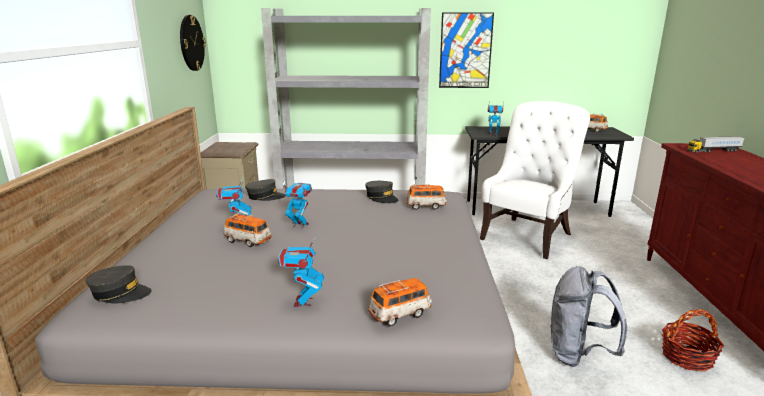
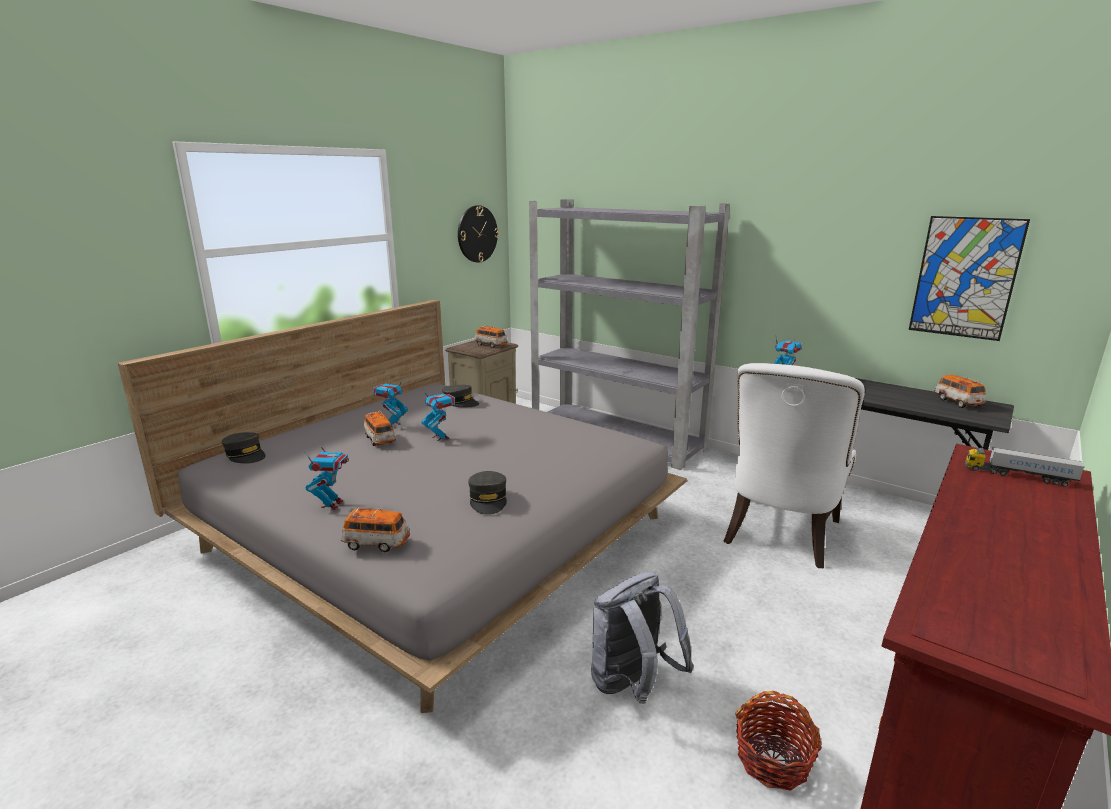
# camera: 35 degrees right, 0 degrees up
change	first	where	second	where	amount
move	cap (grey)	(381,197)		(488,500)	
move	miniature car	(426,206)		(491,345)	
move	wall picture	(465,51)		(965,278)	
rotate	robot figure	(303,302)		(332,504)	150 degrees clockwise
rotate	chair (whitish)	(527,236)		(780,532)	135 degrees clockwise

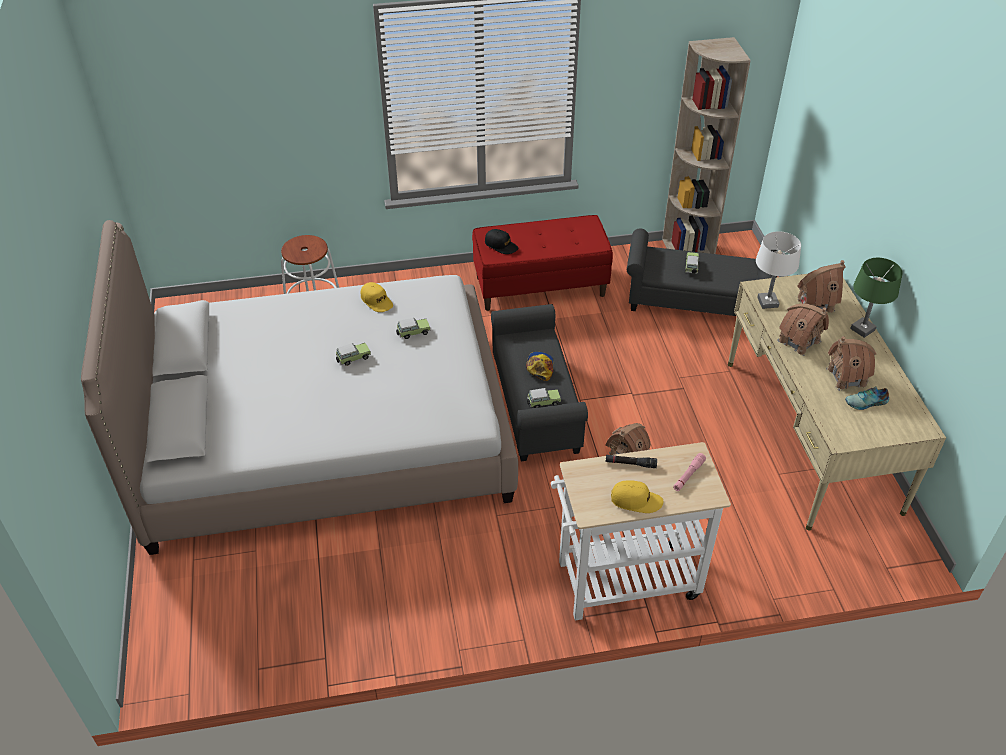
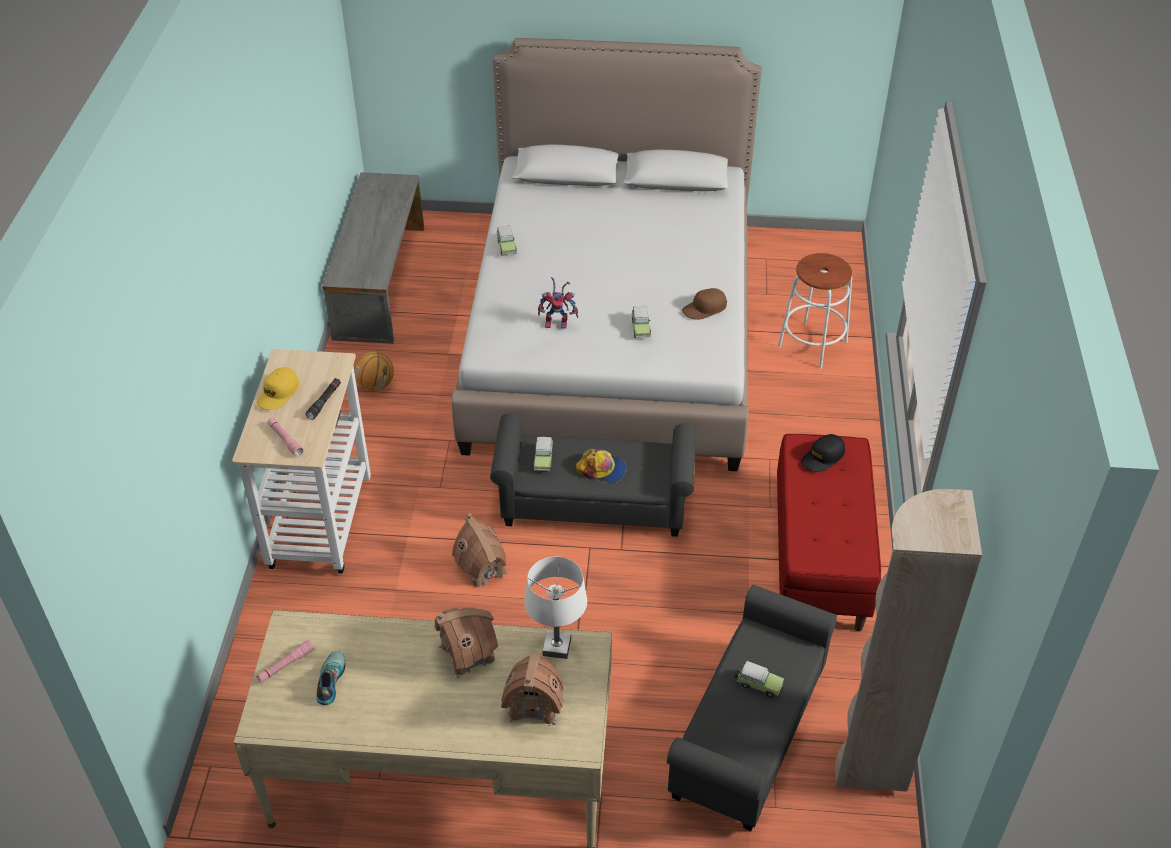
# camera: 105 degrees right, 0 degrees up
change	first	where	second	where	amount
delete	model house	(846,377)			
delete	tabletop lamp (greenish)	(862,329)			
insert			hand torch (pink-coloured)	(286,665)	
insert			indoor bench (grey)	(378,280)	
insert			ball for basketball	(376,385)	
insert			robot figure	(558,322)	
move	miniature car	(352,358)		(506,246)	
recolor	cap (yellow)	(377,301)	cap (brownish)	(704,309)	

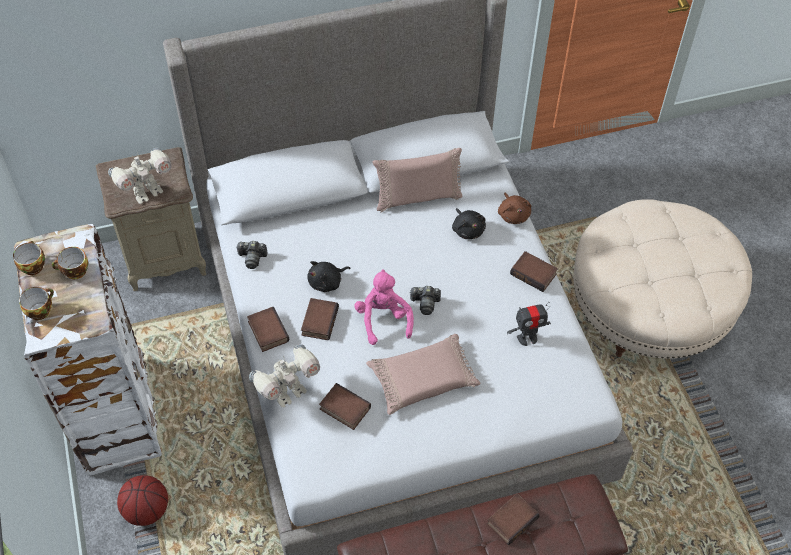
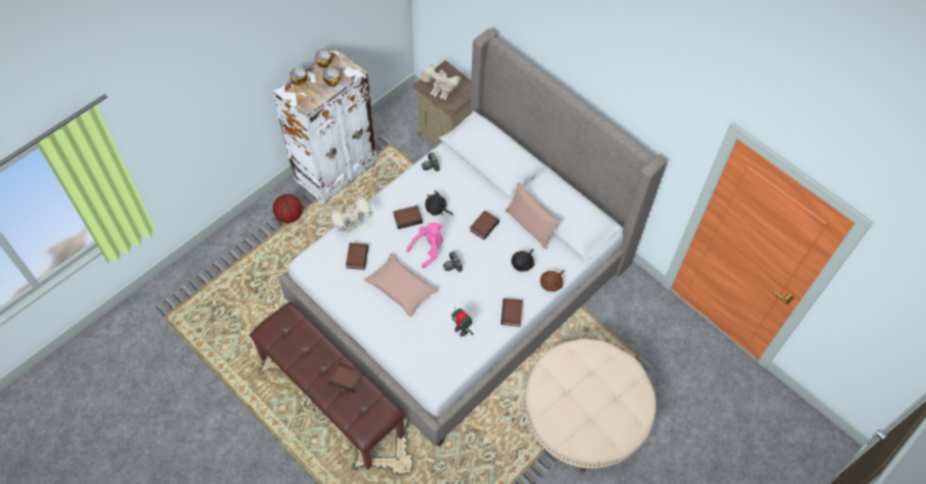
# camera: 60 degrees right, 5 degrees up
change	first	where	second	where	amount
move	volume	(267,331)		(483,226)	
rotate	robot figure	(288,392)		(353,226)	120 degrees clockwise

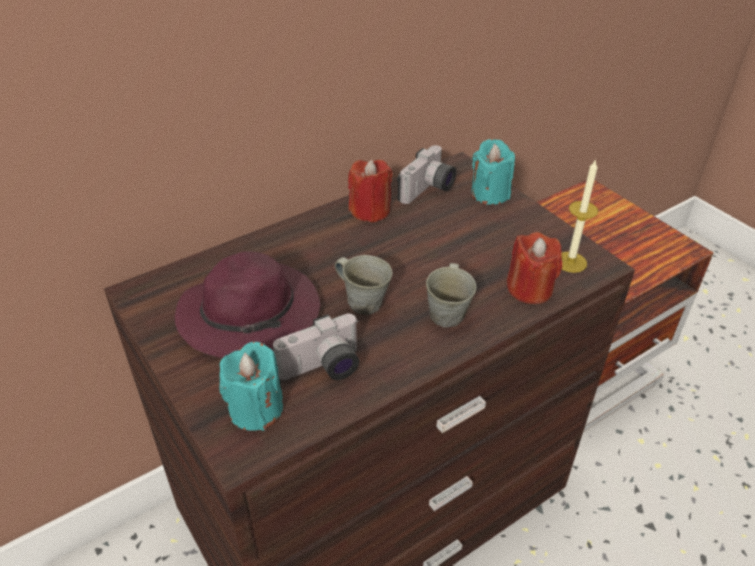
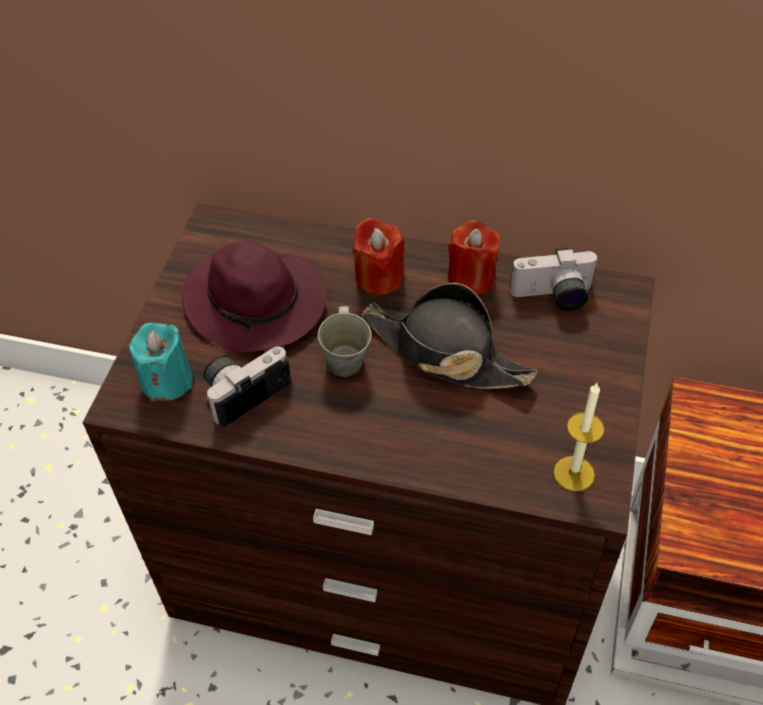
# camera: 50 degrees right, 10 degrees up
change	first	where	second	where	amount
delete	mug (grey)	(448,314)			
delete	wax candle (turquoise)	(490,194)			
insert			hat (blackish)	(444,352)	
move	wax candle (reddish)	(529,289)		(379,277)	
rotate	still camera	(323,369)		(244,390)	120 degrees clockwise

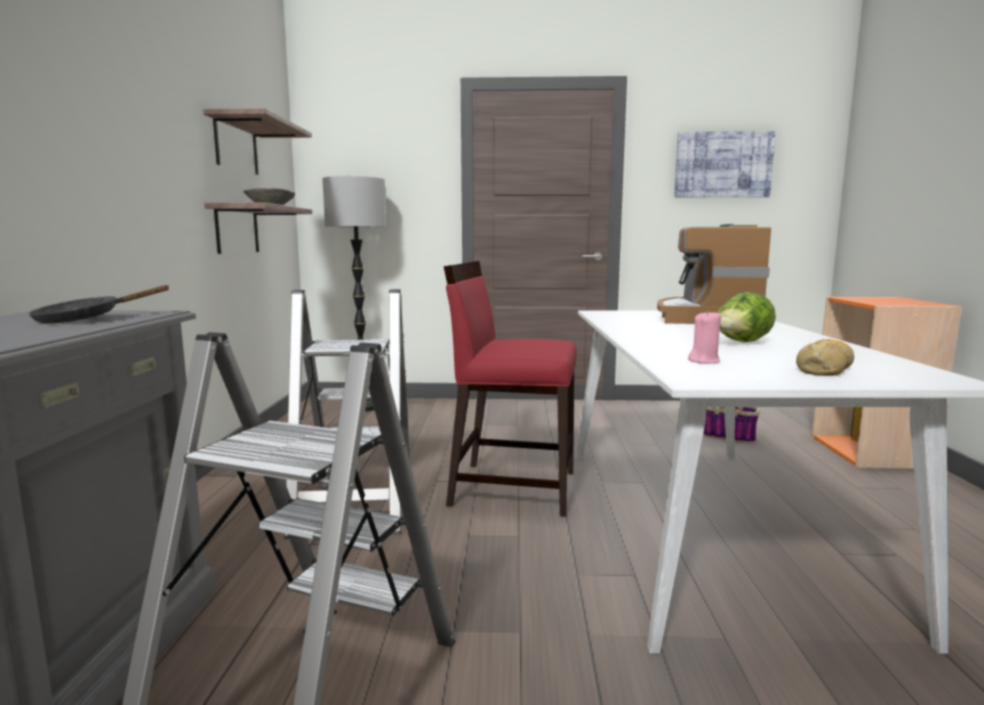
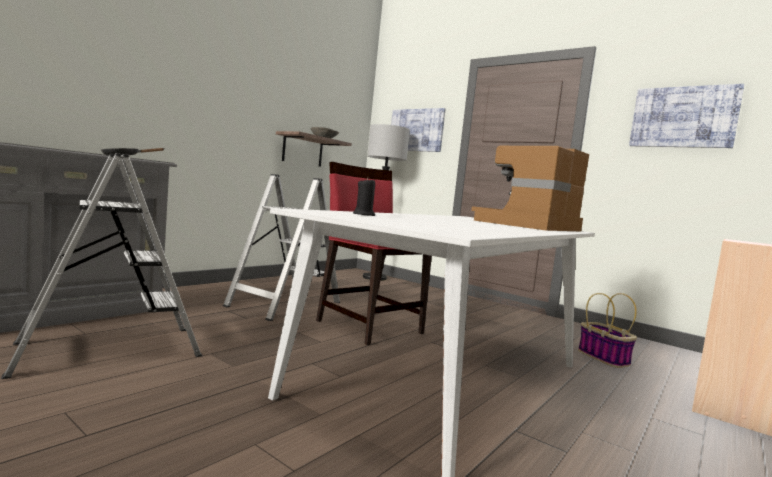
# camera: 35 degrees right, 5 degrees down
change	first	where	second	where	amount
delete	wall shelf	(236,146)			
delete	lettuce head	(741,343)			
delete	bakery bread	(824,369)			
insert			wall picture	(416,130)	
recolor	wax candle (pink-coloured)	(704,361)	wax candle (blackish)	(364,215)	

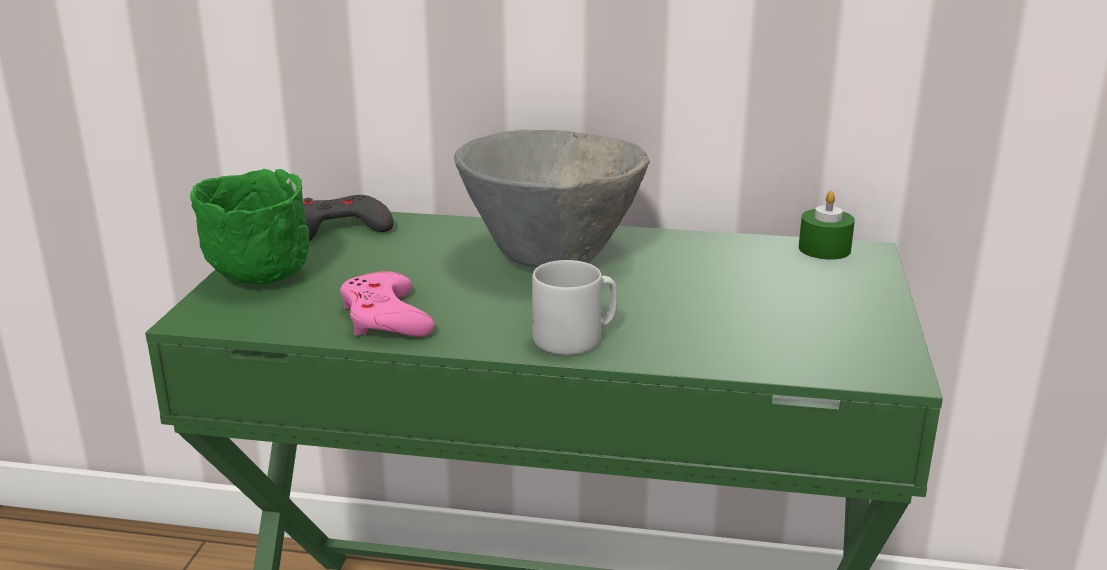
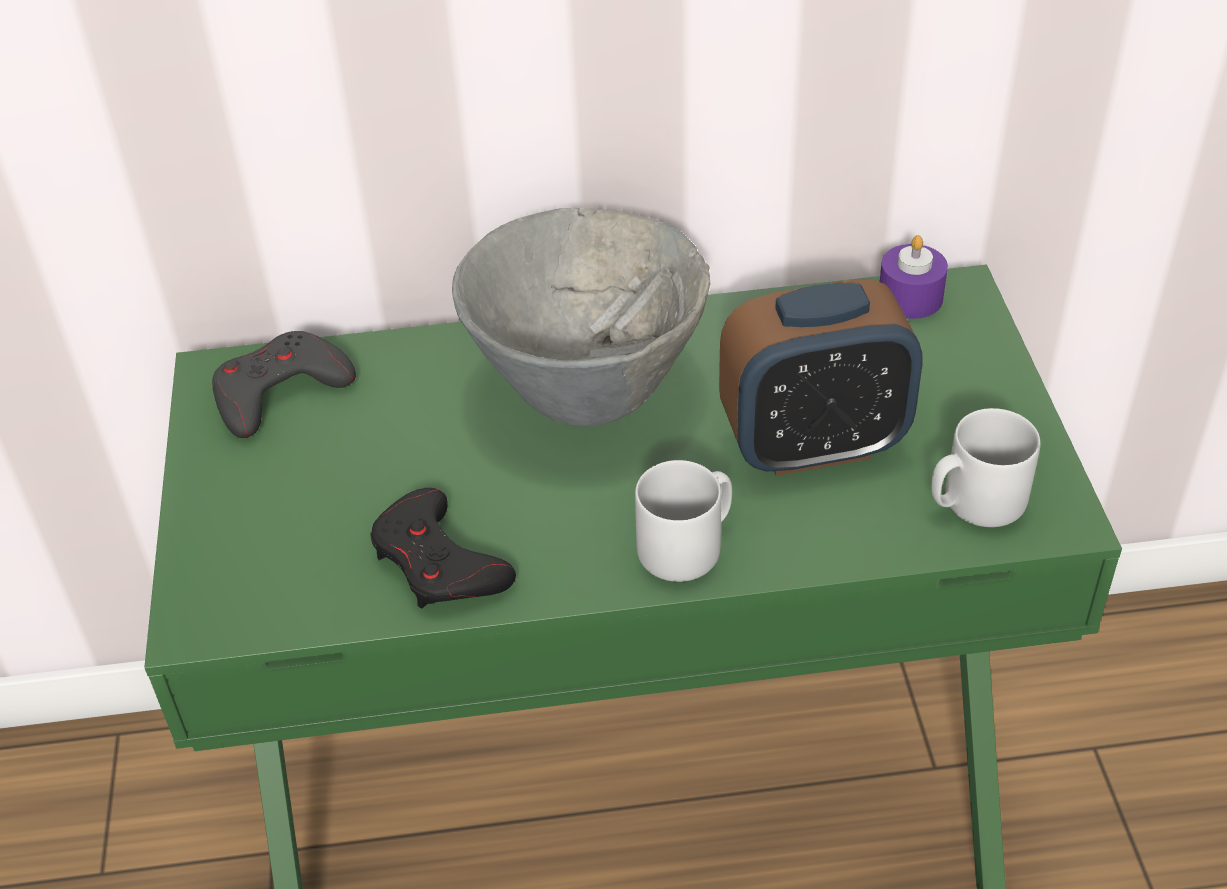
# camera: 15 degrees left, 20 degrees up
change	first	where	second	where	amount
delete	bowl (greenish)	(261,276)			
insert			alarm clock	(813,445)	
insert			mug (grey)	(975,502)	
recolor	joypad (pink-coloured)	(385,317)	joypad (blackish)	(439,562)	
recolor	wax candle (greenish)	(824,249)	wax candle (purple-coloured)	(910,297)	

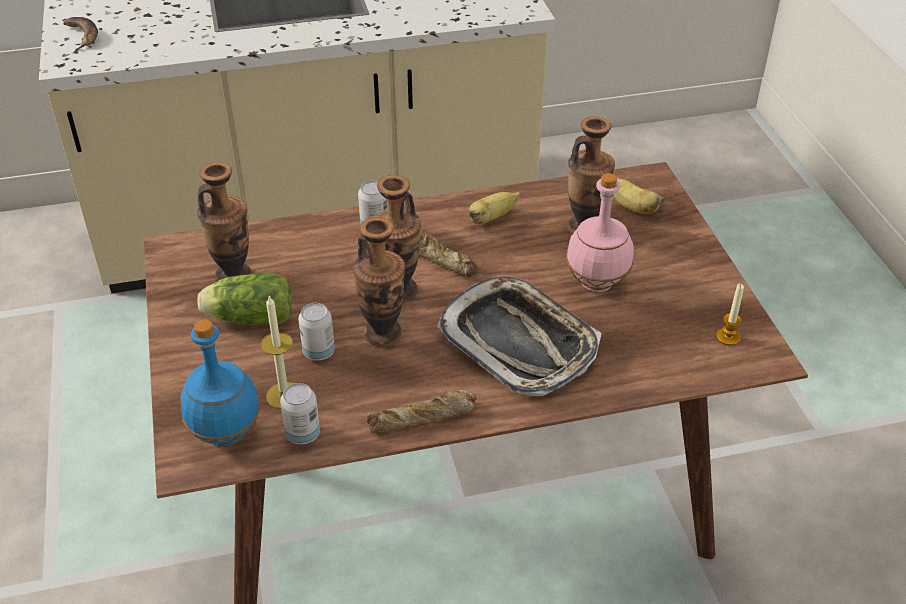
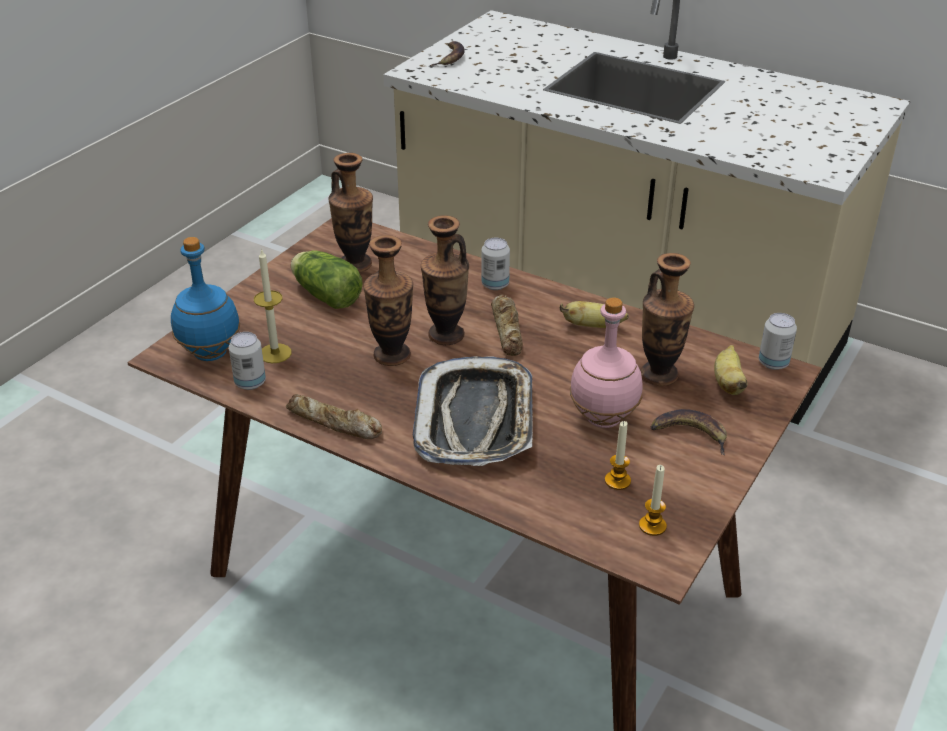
# camera: 45 degrees right, 5 degrees down
change	first	where	second	where	amount
insert			wax candle	(617,481)	
insert			banana	(689,434)	
move	can	(319,352)		(773,363)	

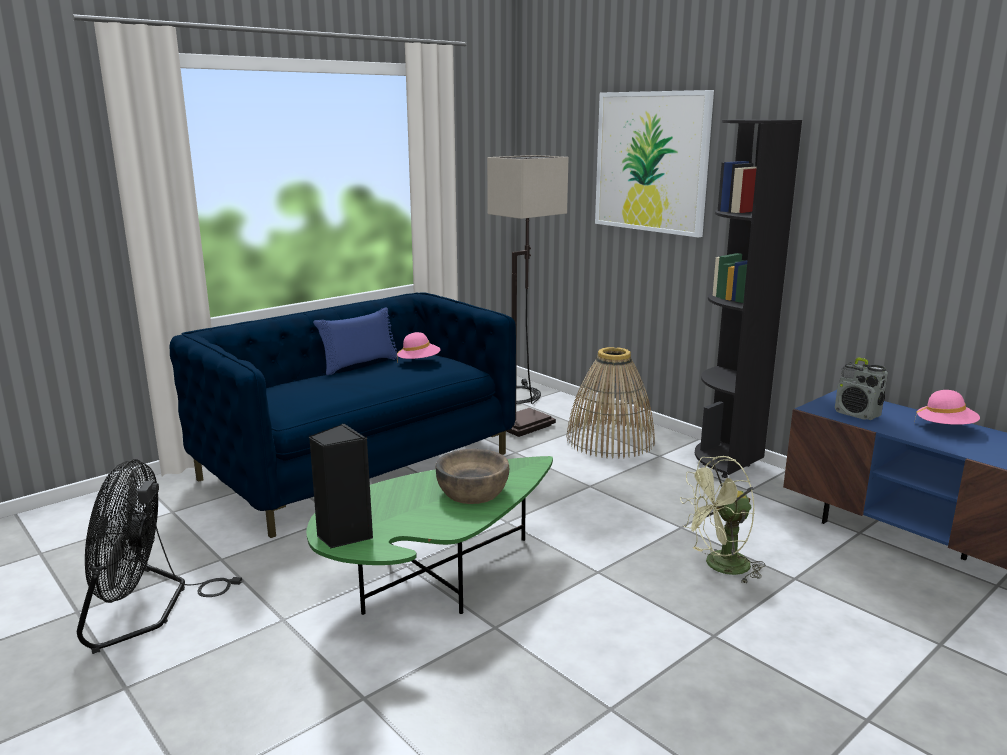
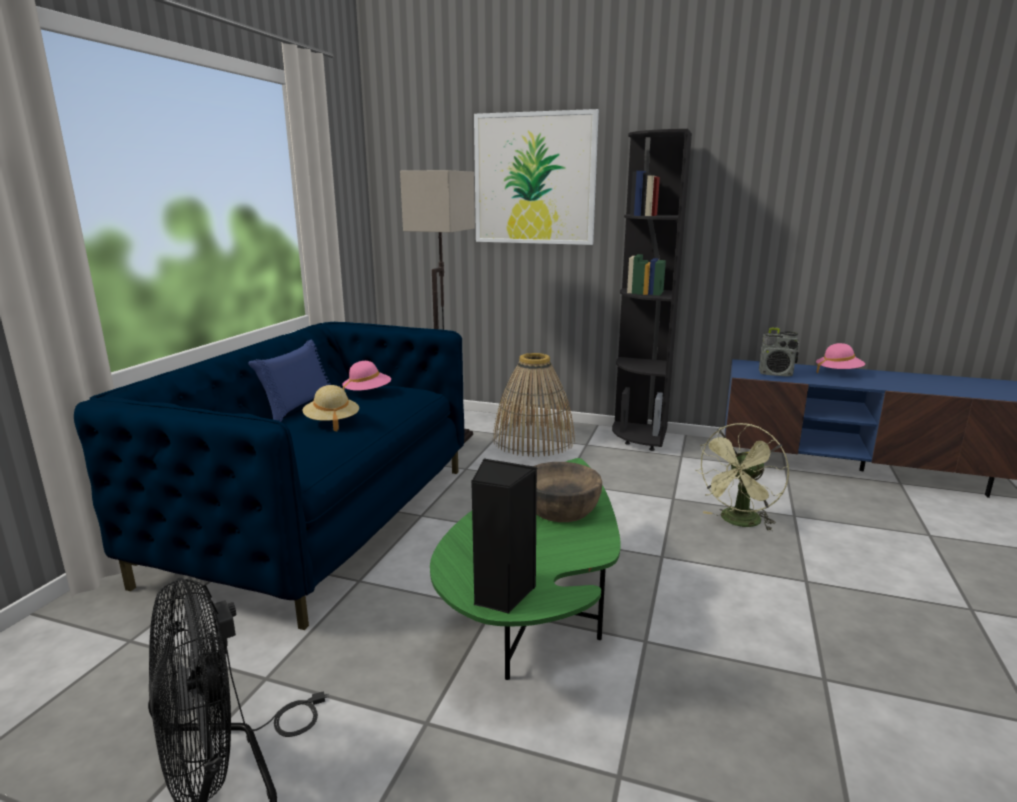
# camera: 30 degrees left, 0 degrees up
change	first	where	second	where	amount
insert			hat (sand-coloured)	(332,422)	

